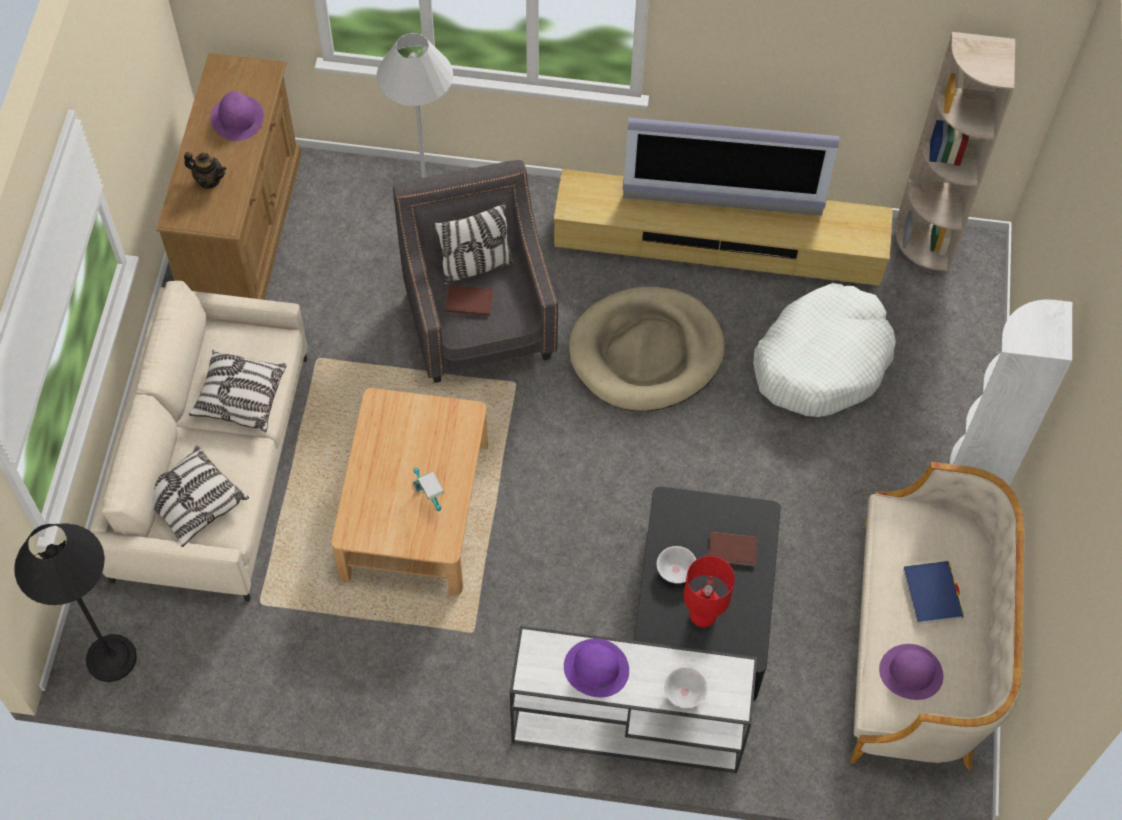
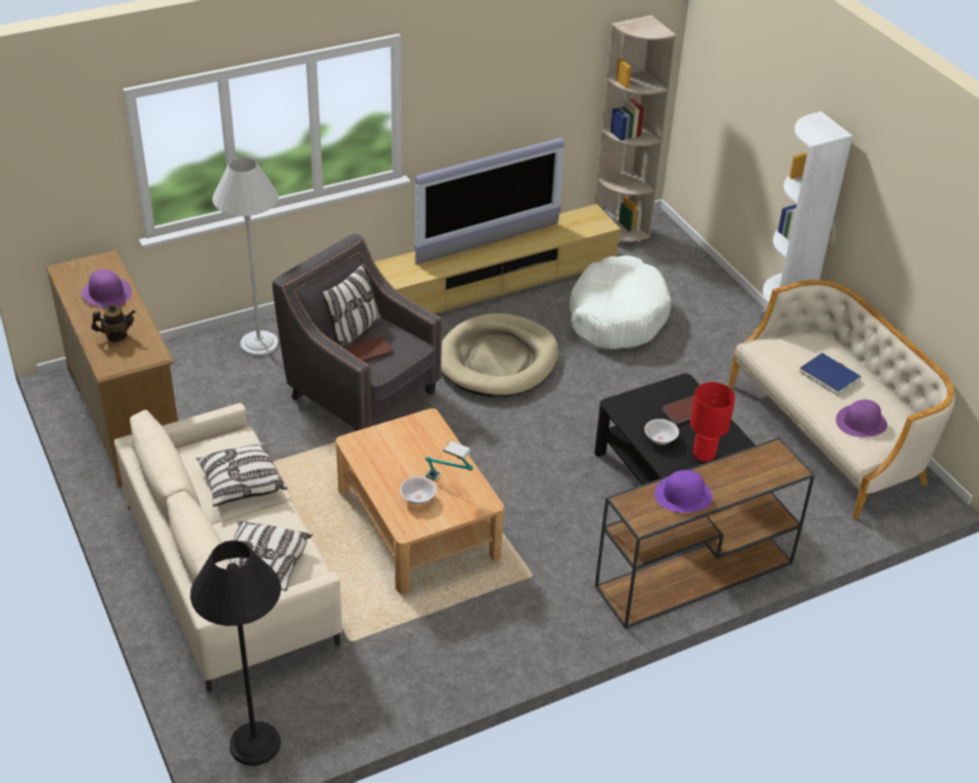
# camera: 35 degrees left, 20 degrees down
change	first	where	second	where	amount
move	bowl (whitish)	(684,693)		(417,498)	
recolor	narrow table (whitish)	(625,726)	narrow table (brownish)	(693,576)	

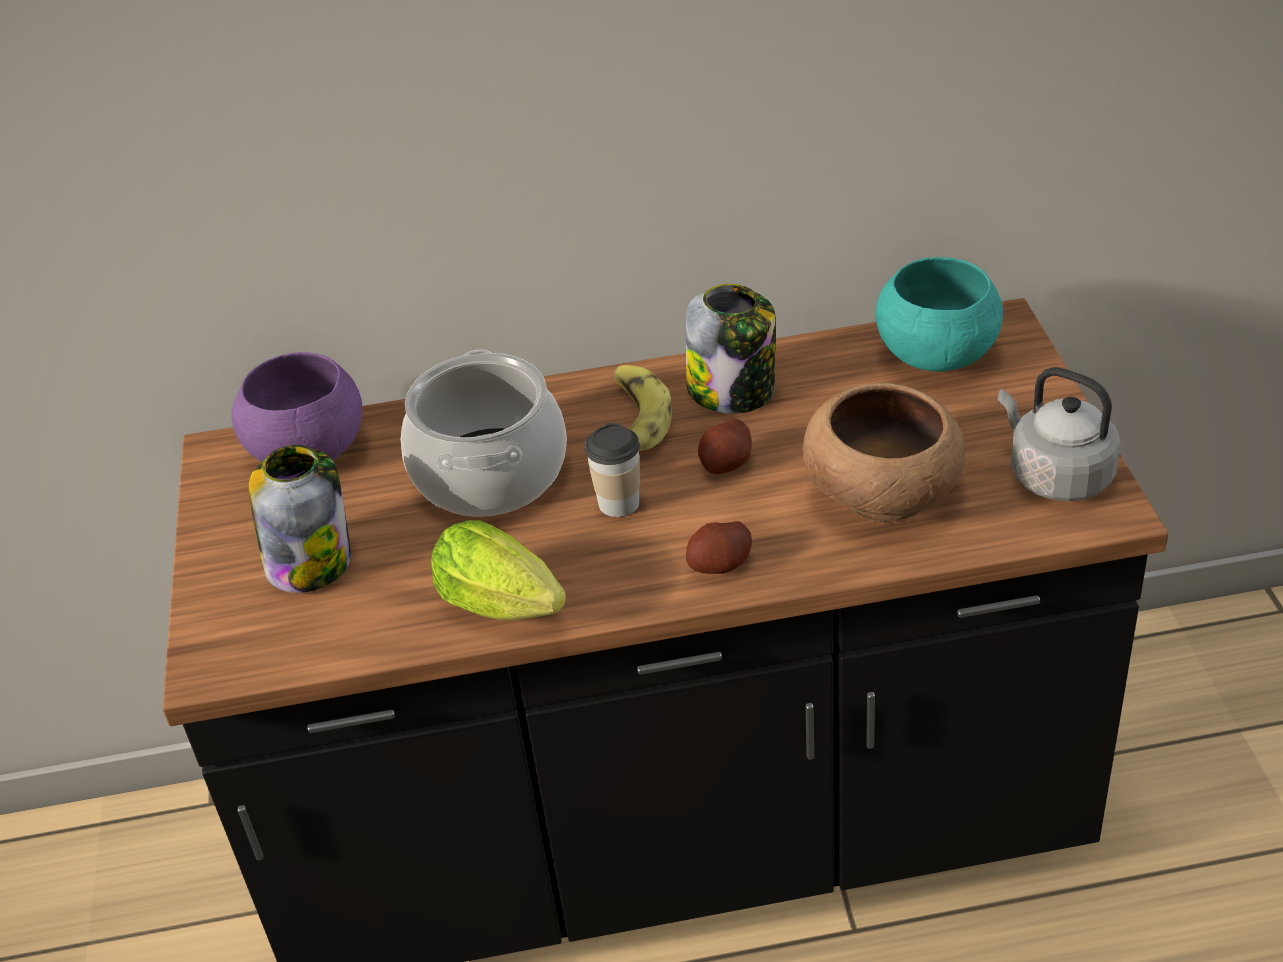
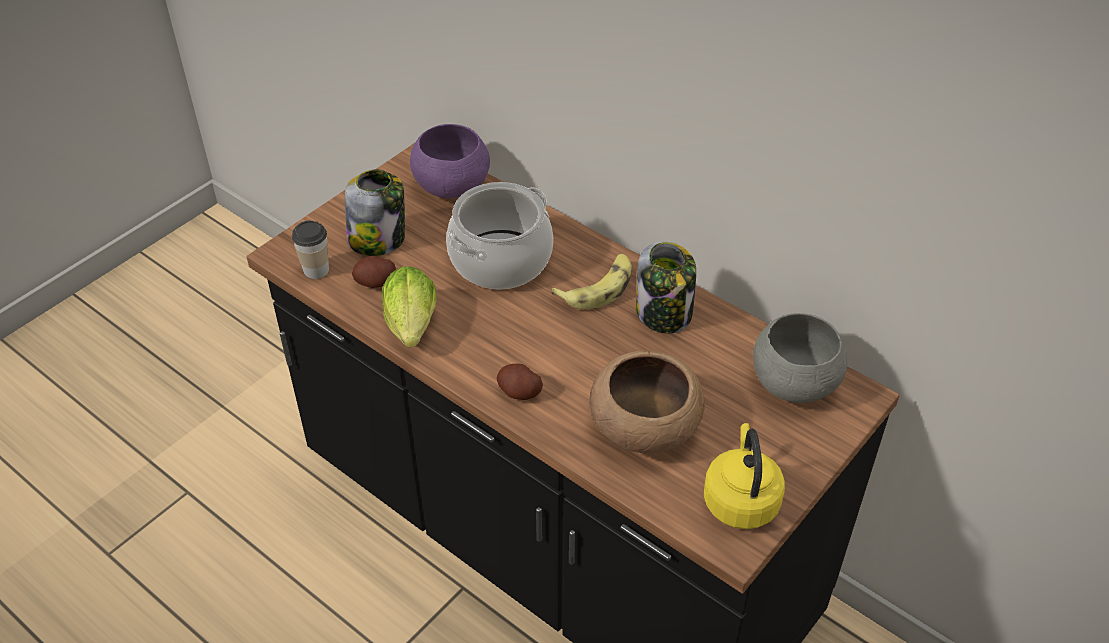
# camera: 45 degrees right, 5 degrees up
change	first	where	second	where	amount
move	drinking cup	(618,503)		(316,270)	
move	whole potato	(726,464)		(375,282)	
recolor	bowl (turquoise)	(936,356)	bowl (grey)	(792,383)	
recolor	kettle (grey)	(1055,475)	kettle (yellow)	(740,500)	

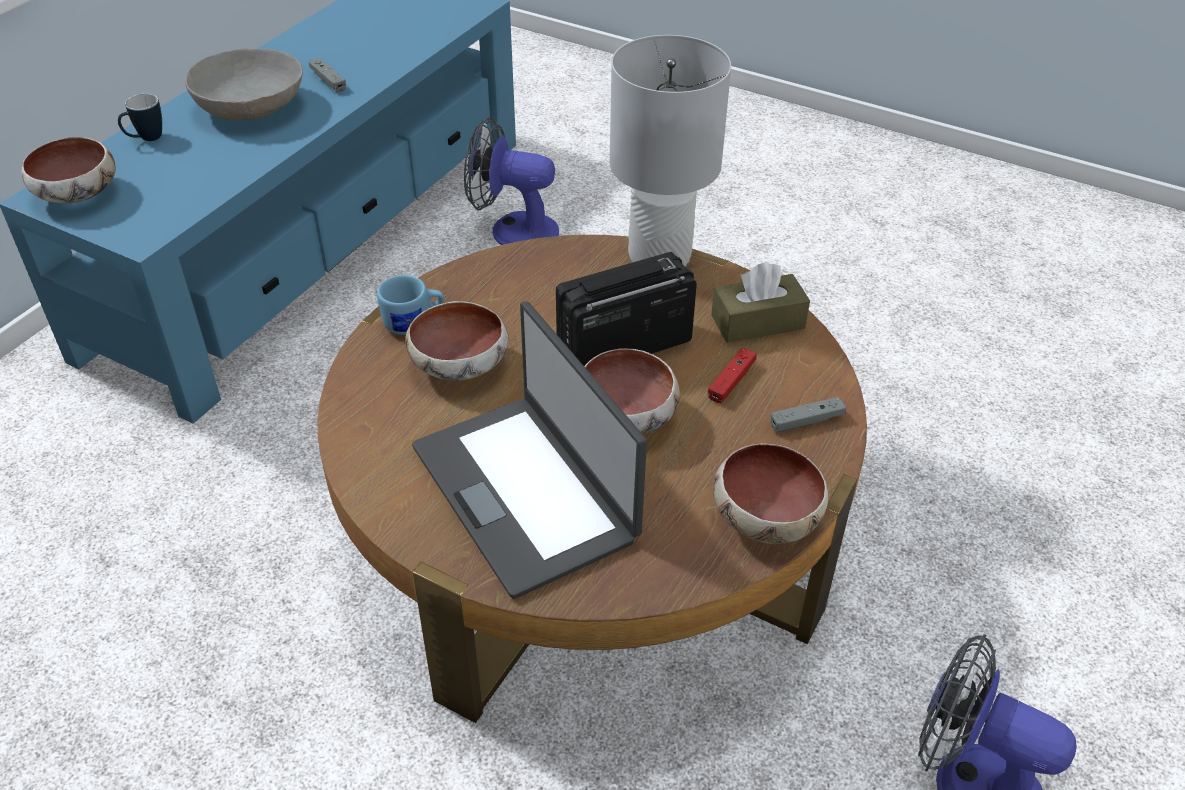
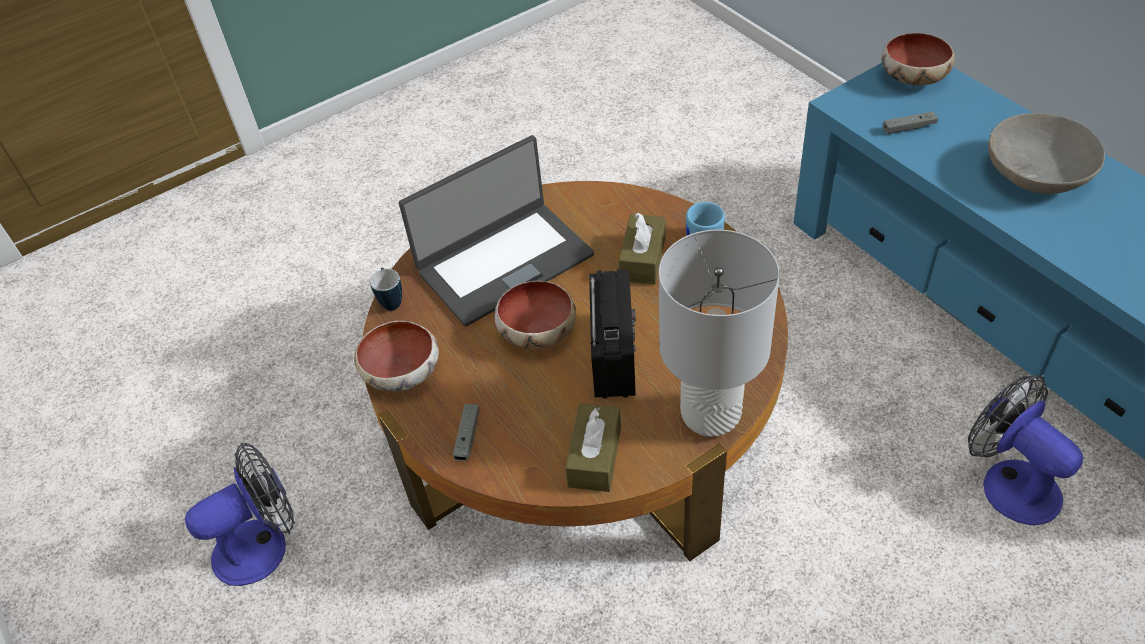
# camera: 120 degrees right, 5 degrees up
change	first	where	second	where	amount
delete	joypad (reddish)	(731,381)			
move	mug	(146,139)		(391,300)	
move	joypad (grey)	(328,81)		(909,128)	
replace	bowl	(461,364)	tissue box (brownish)	(643,259)	
rotate	laptop	(526,491)		(504,262)	150 degrees clockwise
rotate	cooling fan	(512,230)		(1009,482)	75 degrees counterclockwise

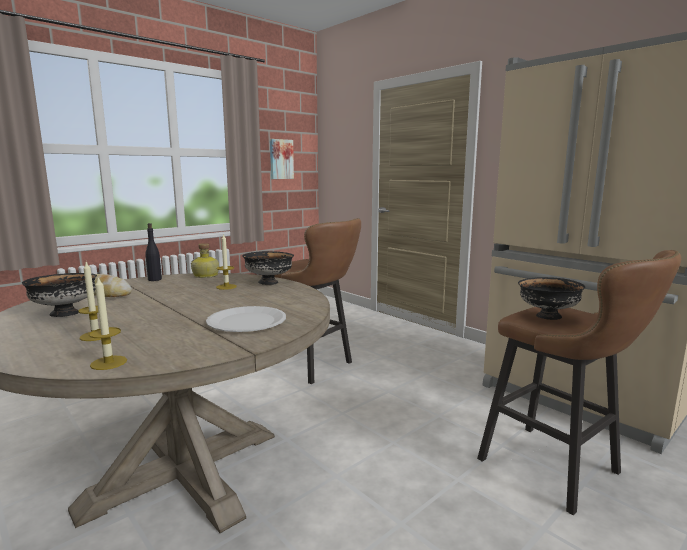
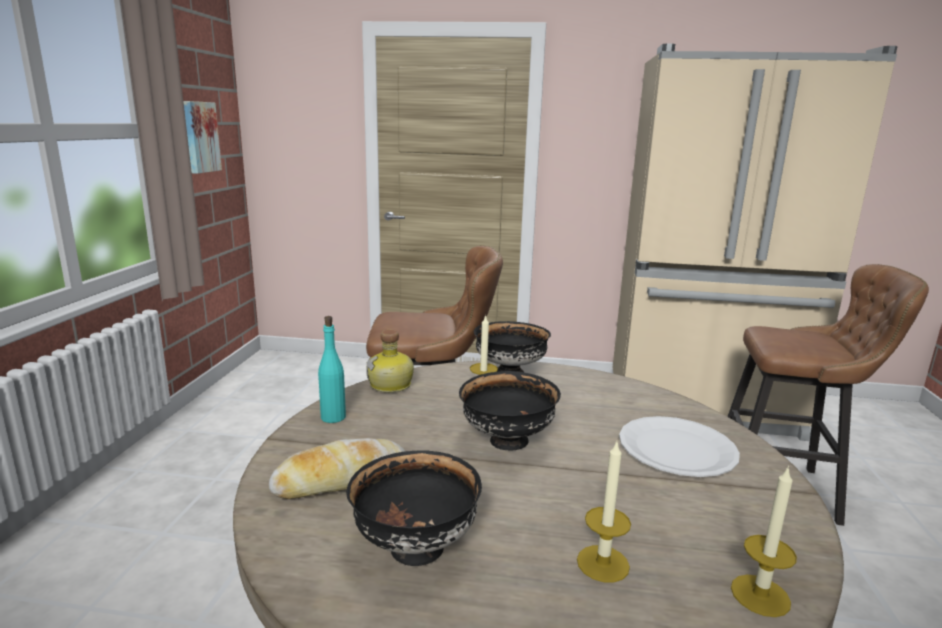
# camera: 40 degrees left, 5 degrees up
change	first	where	second	where	amount
move	bowl (blackish)	(547,316)		(507,442)	
recolor	bottle (blackish)	(155,279)	bottle (turquoise)	(333,417)	

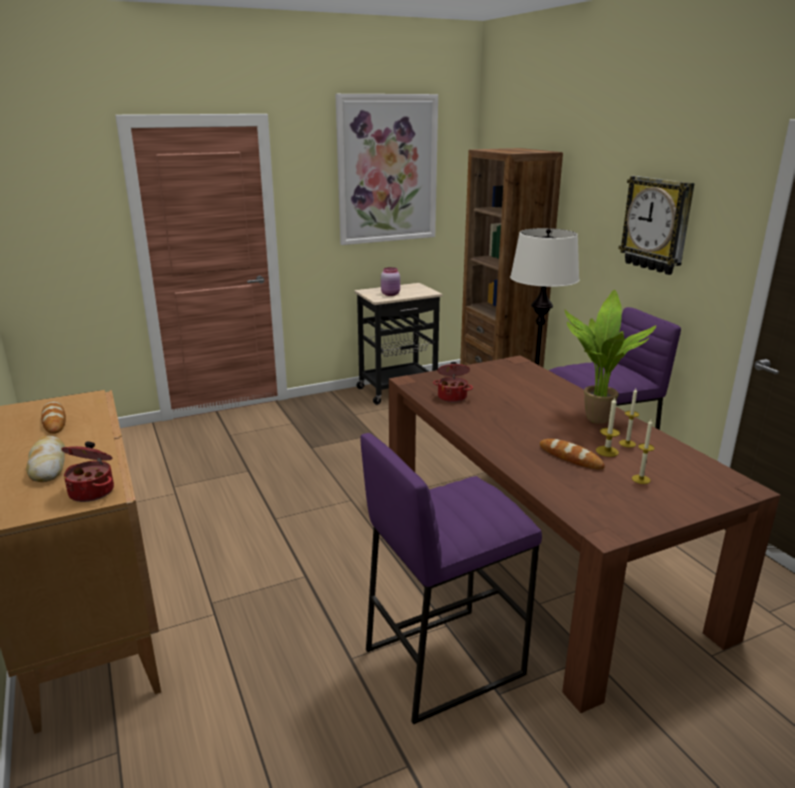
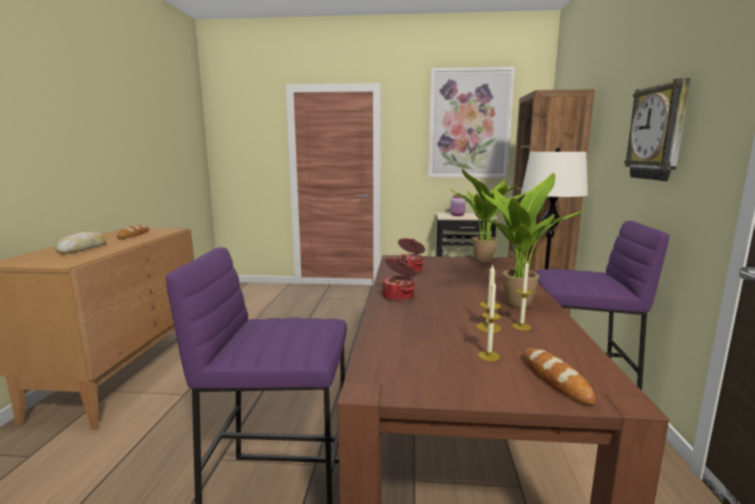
# camera: 30 degrees right, 10 degrees down
change	first	where	second	where	amount
insert			houseplant	(485,262)	
move	saucepot	(93,491)		(399,297)	
move	bakery bread	(570,457)		(555,379)	

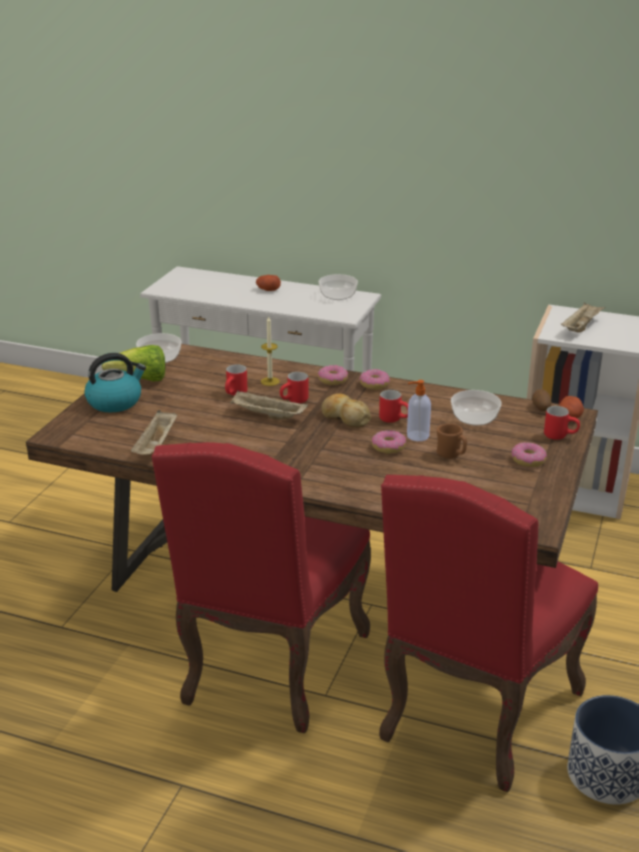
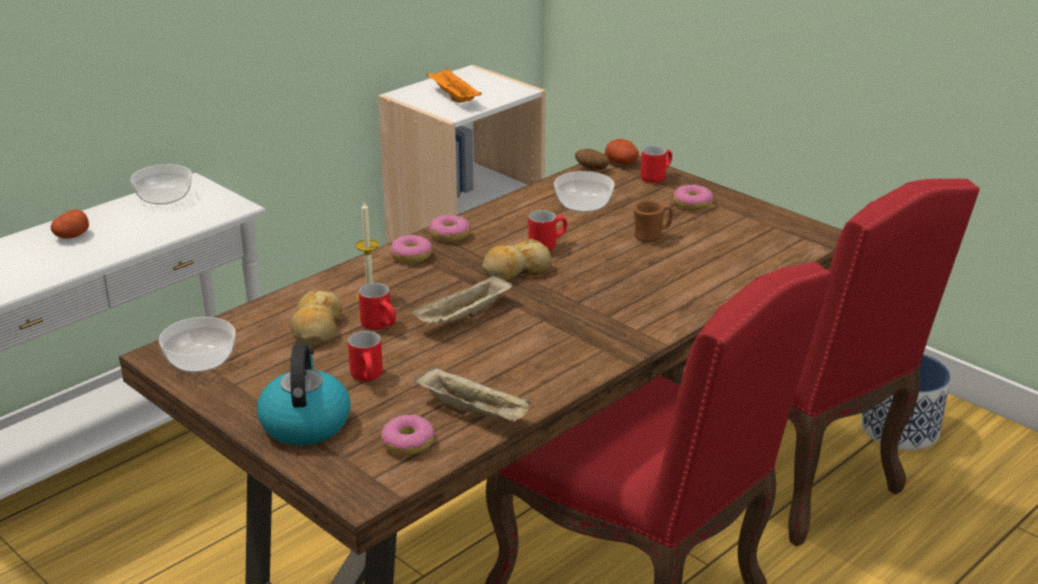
# camera: 65 degrees left, 0 degrees up
change	first	where	second	where	amount
delete	lettuce head	(141,380)			
delete	soap dispenser	(417,436)			
insert			bakery bread	(317,329)	
move	mug (reddish)	(295,401)		(370,378)	
move	donut	(388,447)		(407,443)	
recolor	tray (sand-coloured)	(581,327)	tray (orange-coloured)	(453,97)	

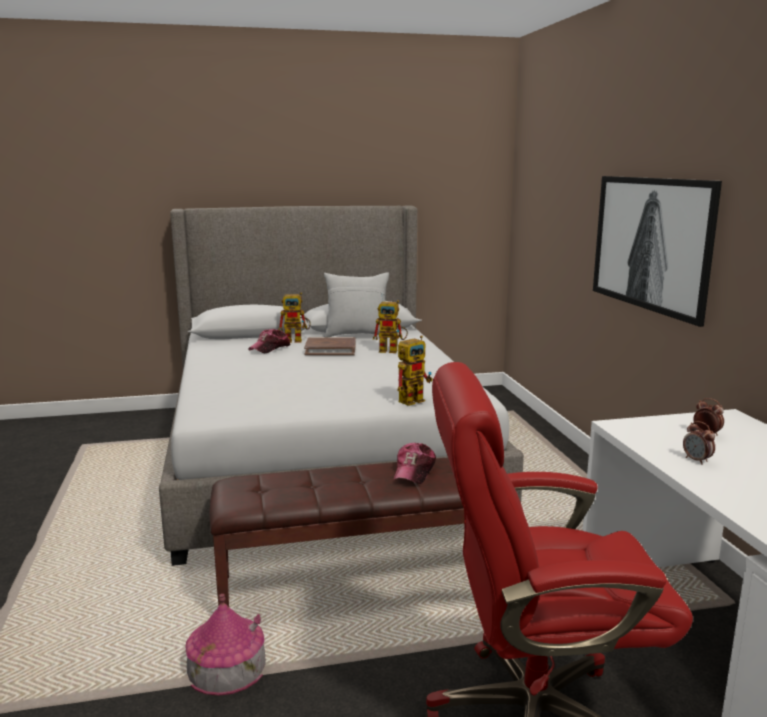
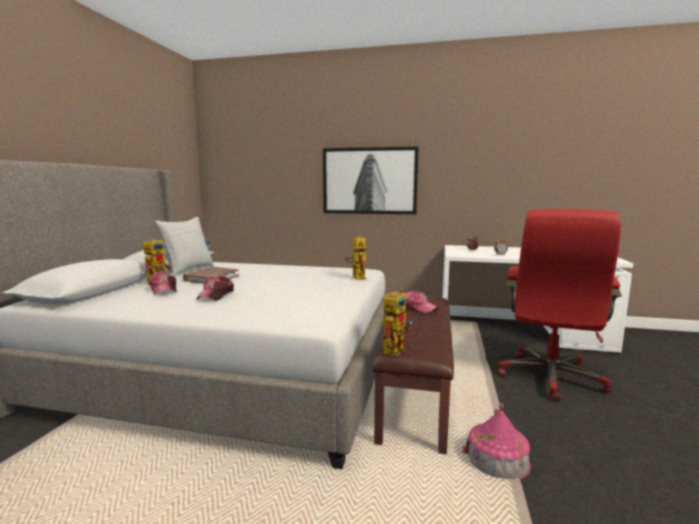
# camera: 65 degrees left, 5 degrees down
change	first	where	second	where	amount
insert			cap	(216,295)	
move	robot figure	(392,350)		(394,348)	

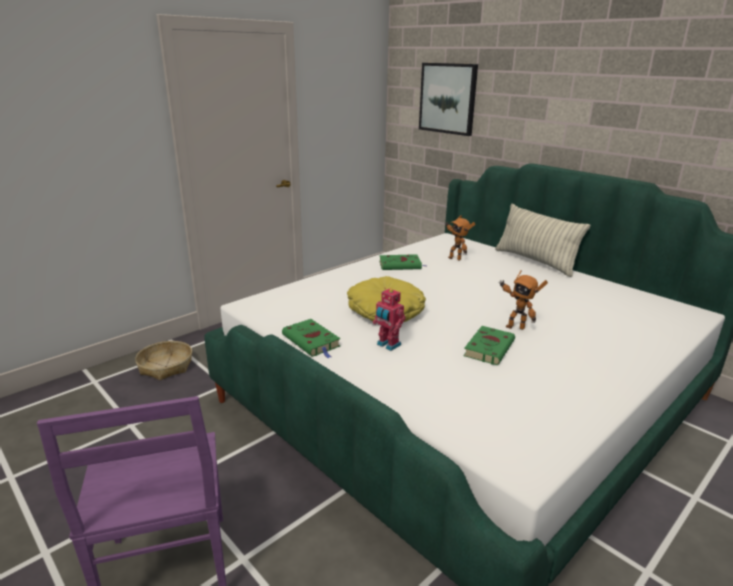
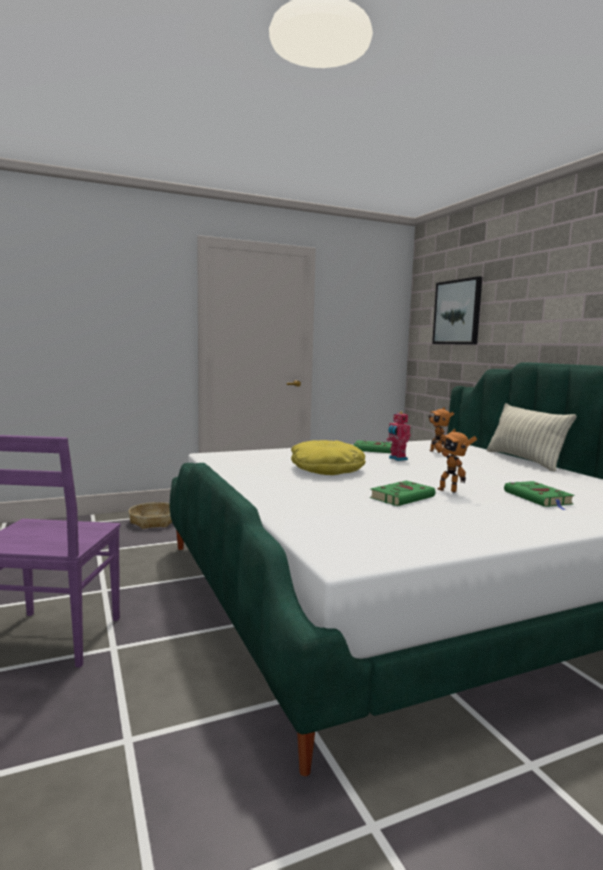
# camera: 20 degrees right, 15 degrees down
change	first	where	second	where	amount
move	volume (greenish)	(312,342)		(539,498)	
move	robot figure	(388,345)		(397,459)	

